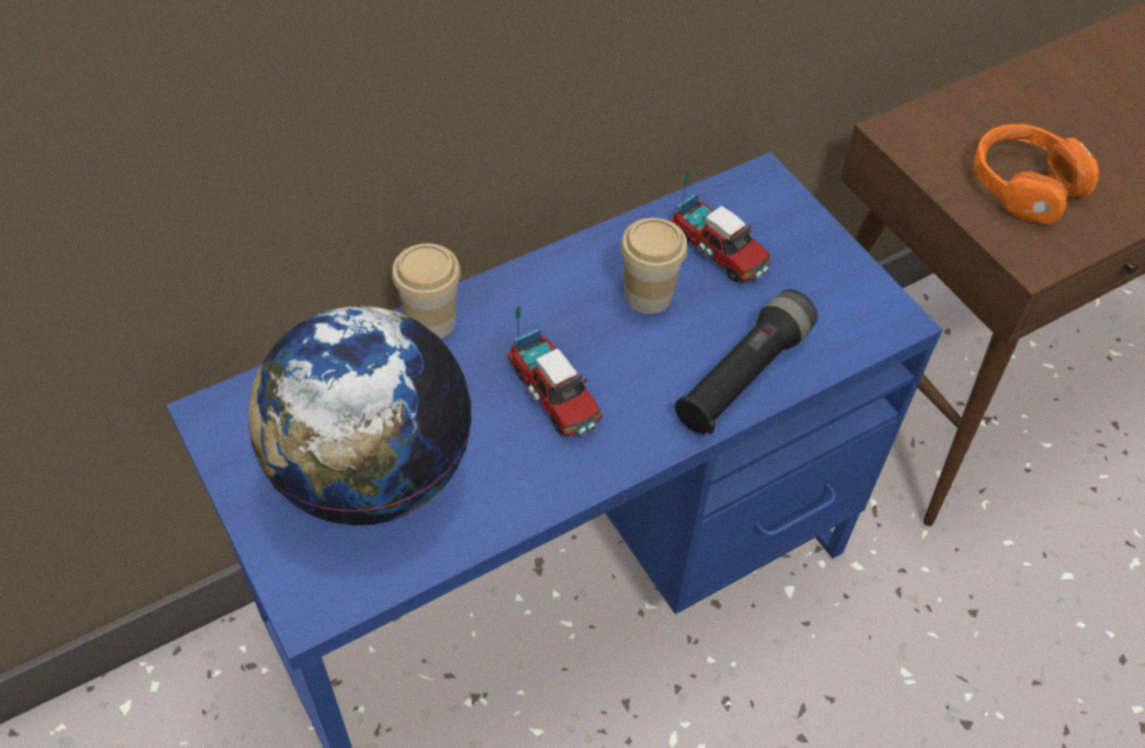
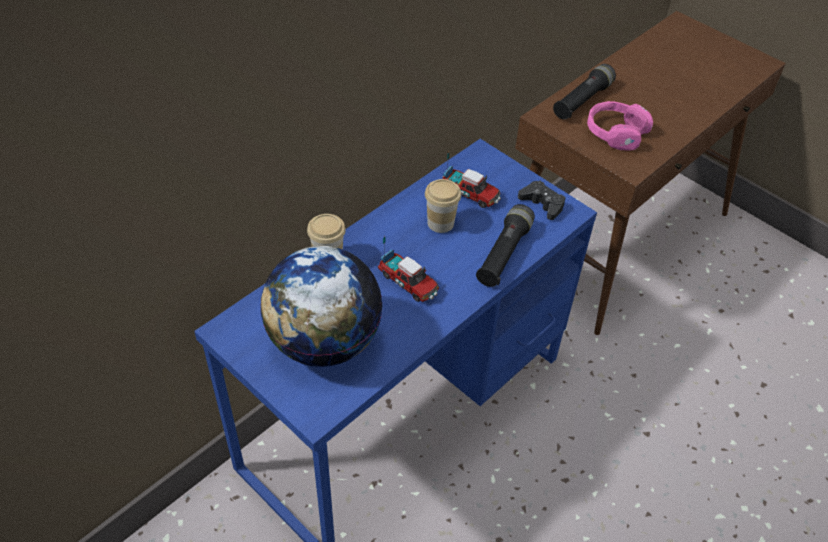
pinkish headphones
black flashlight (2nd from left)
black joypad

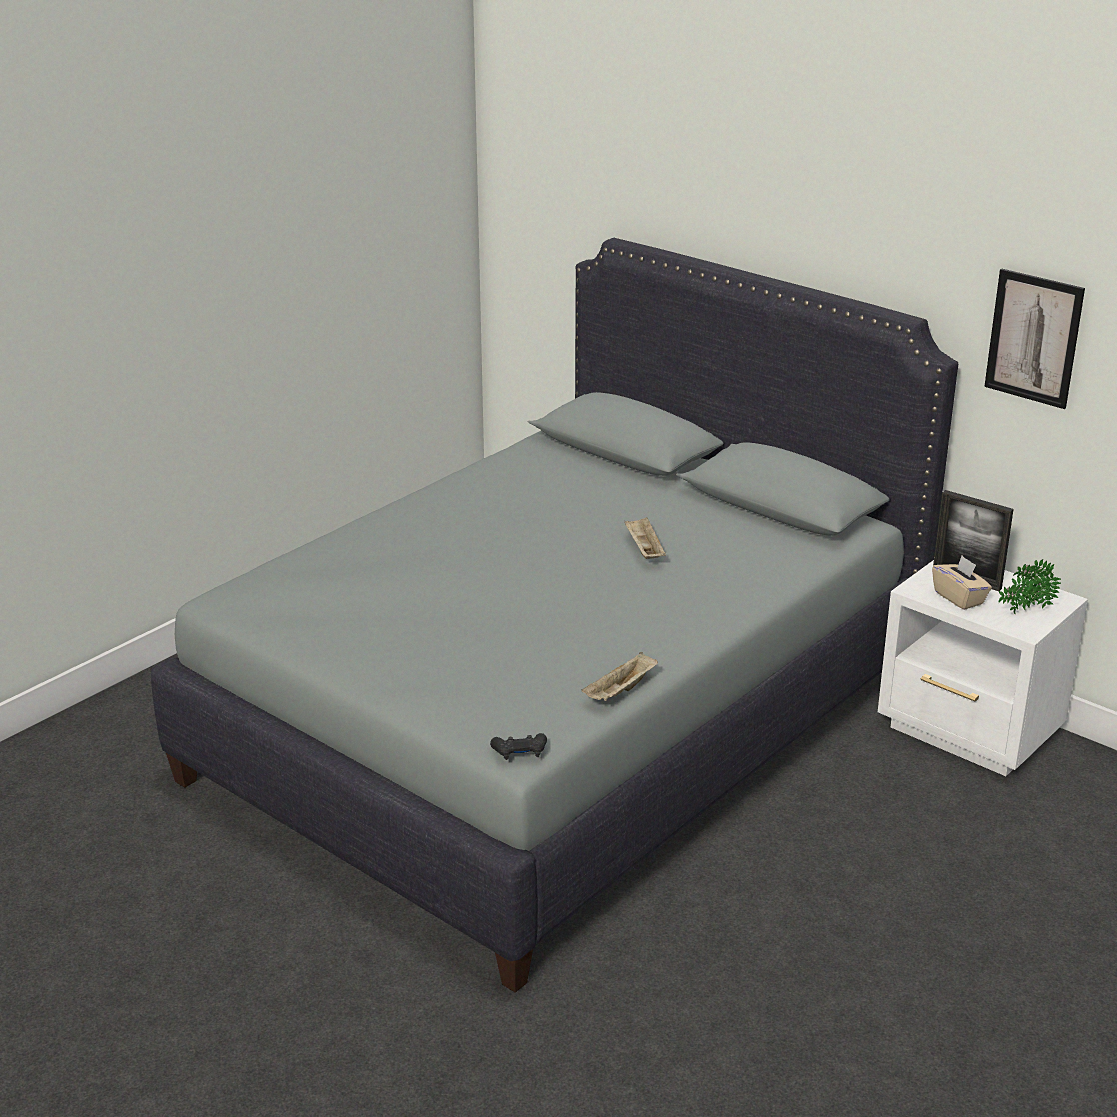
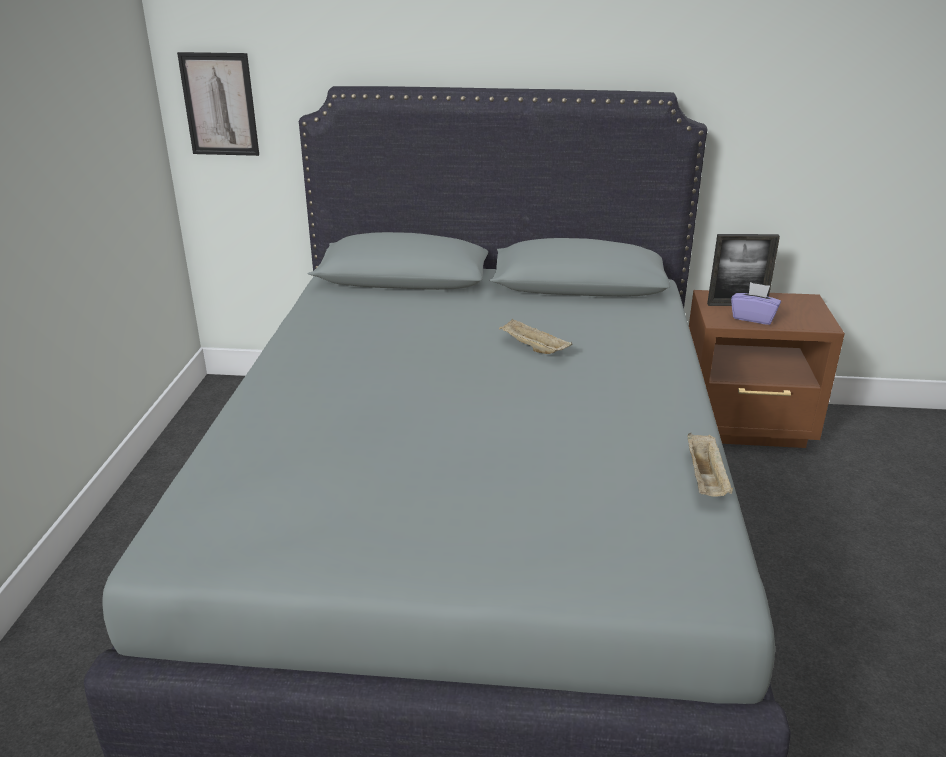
wall art
purple tissue box
plant in a pot
brown nightstand
black joypad

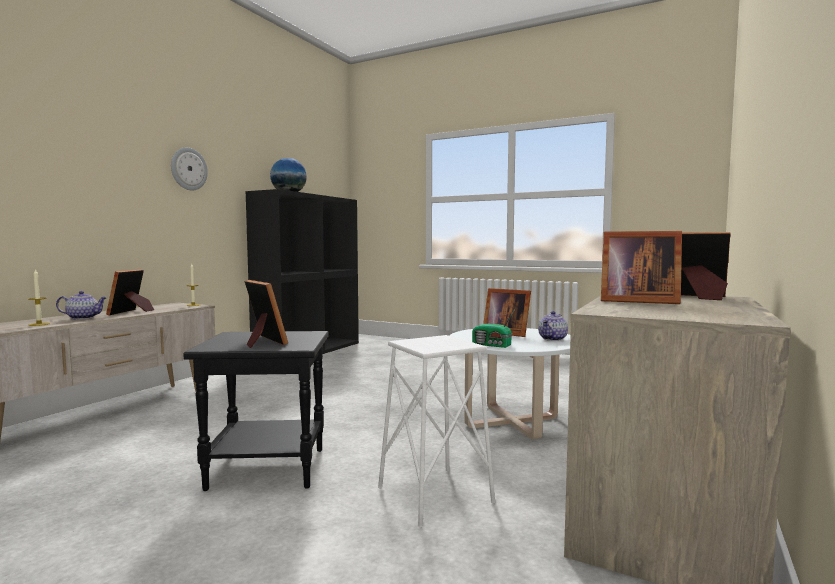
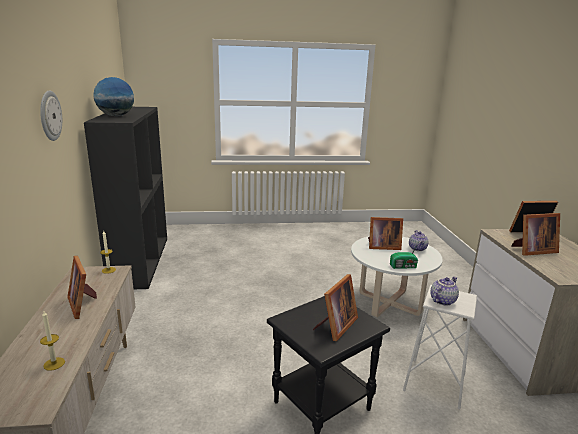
standing frame (2nd from left)
teapot (2nd from left)

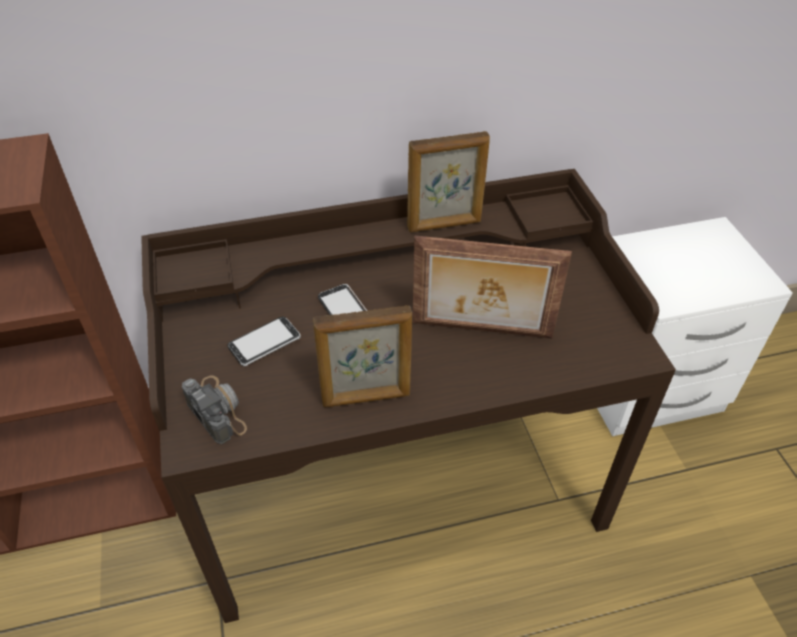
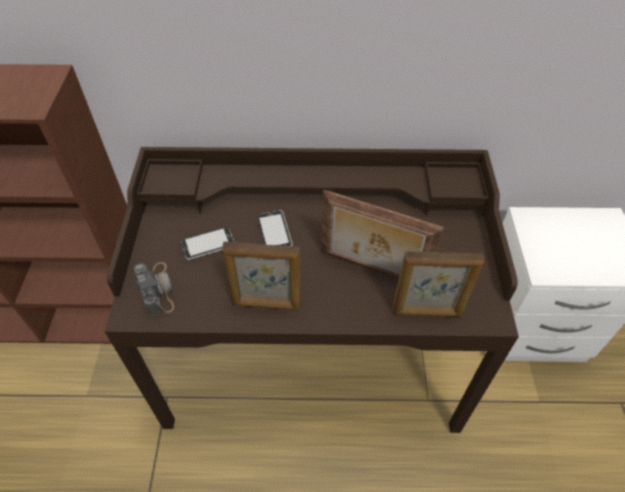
standing frame (3rd from left)

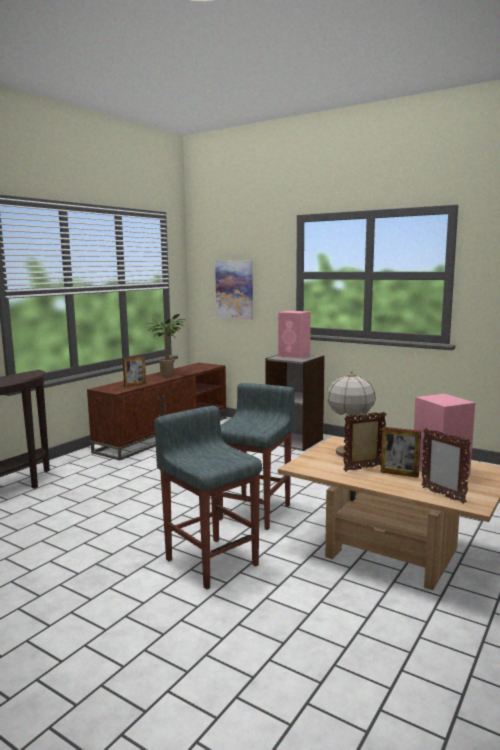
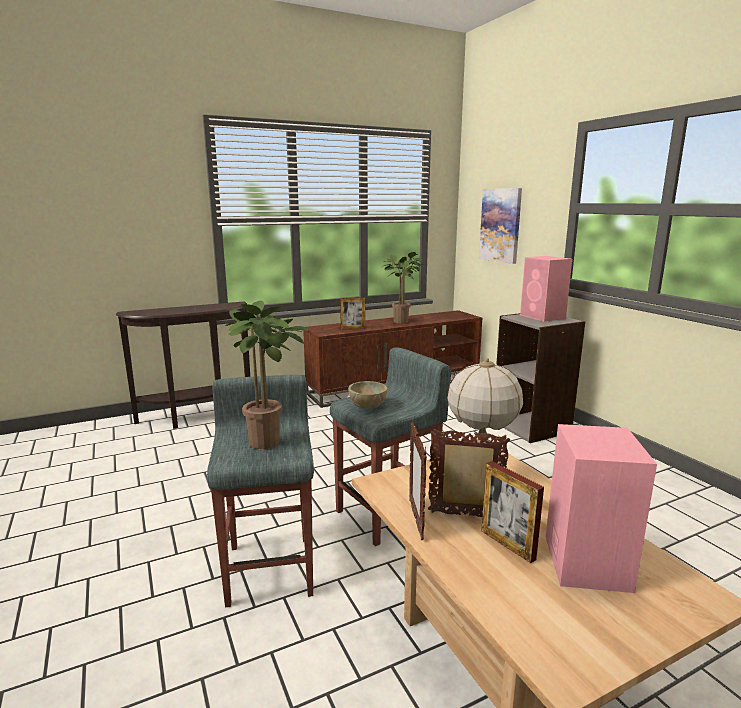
standing frame (2nd from left)
plant in a pot (1st from left)
sand-coloured deep dish

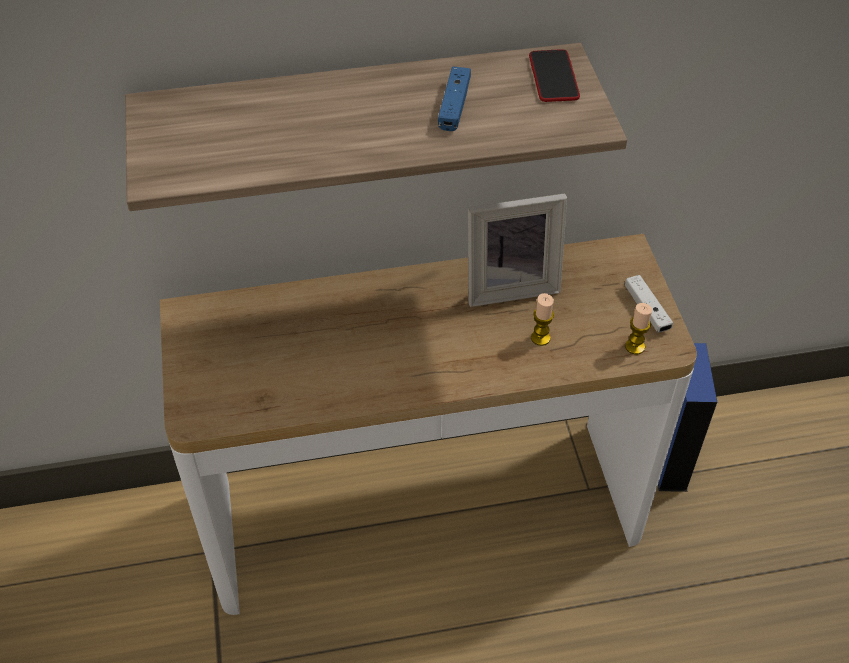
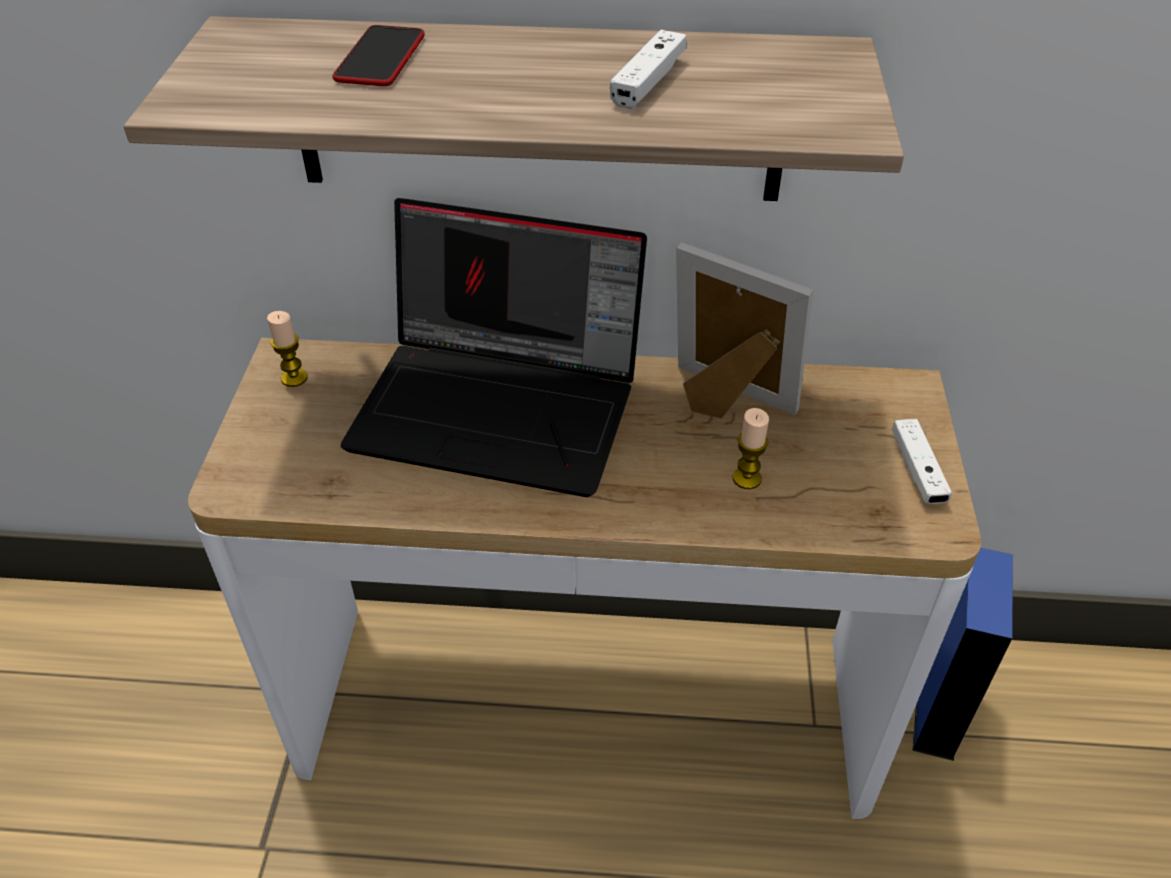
handset
white joypad (1st from left)
standing frame
candle (1st from left)
portable computer

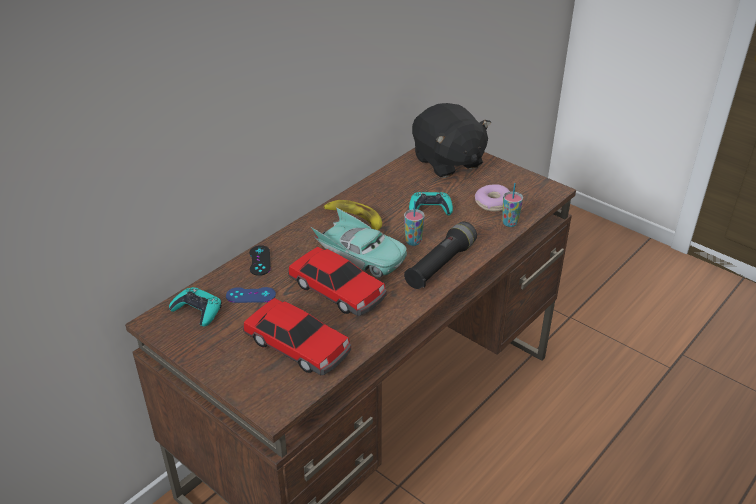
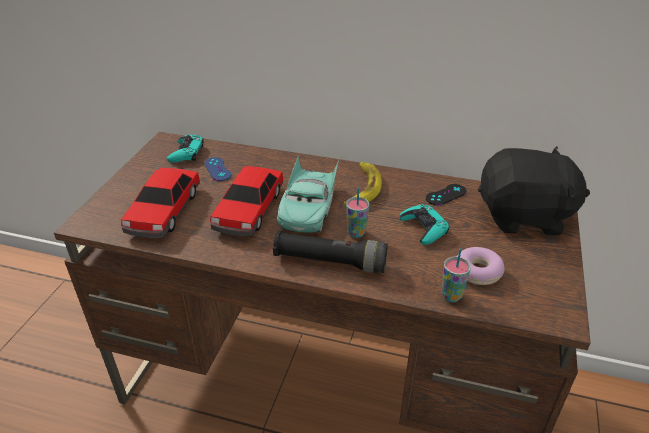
black cuddly toy
black joypad

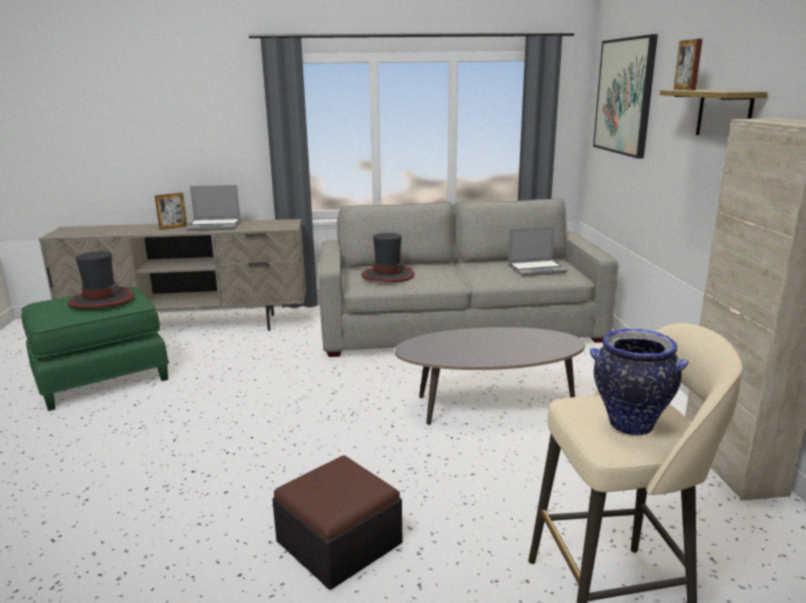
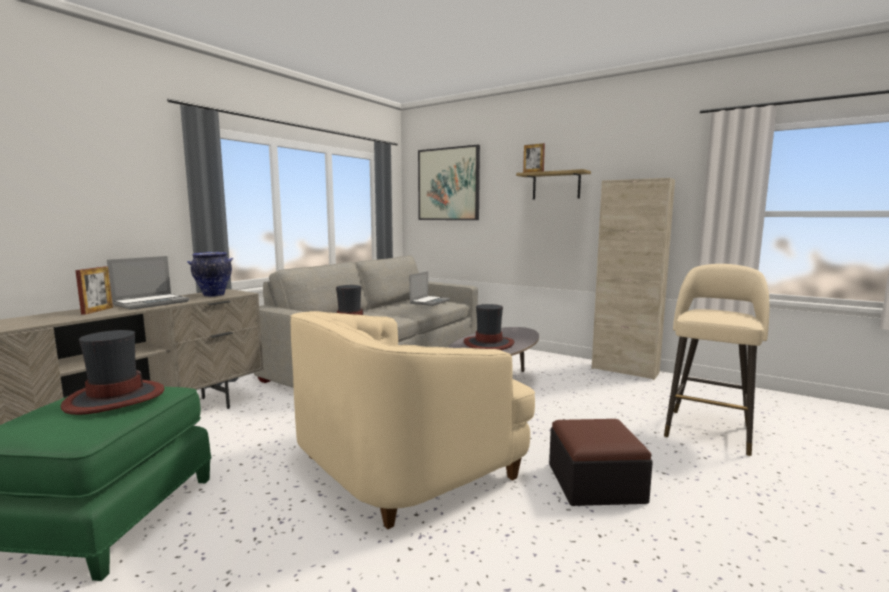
flower vase
clothing hat (3rd from left)
sand-coloured armchair

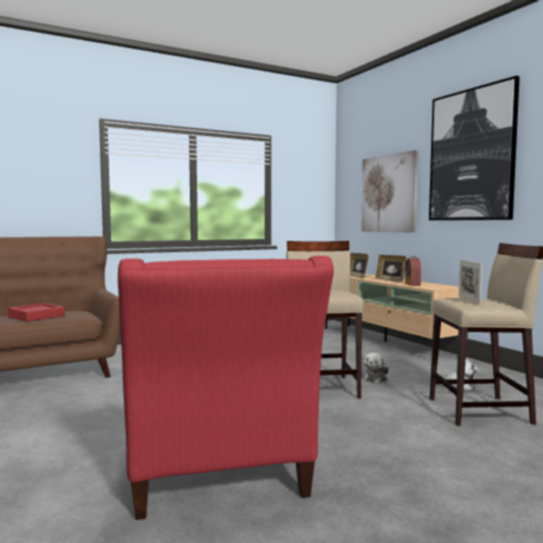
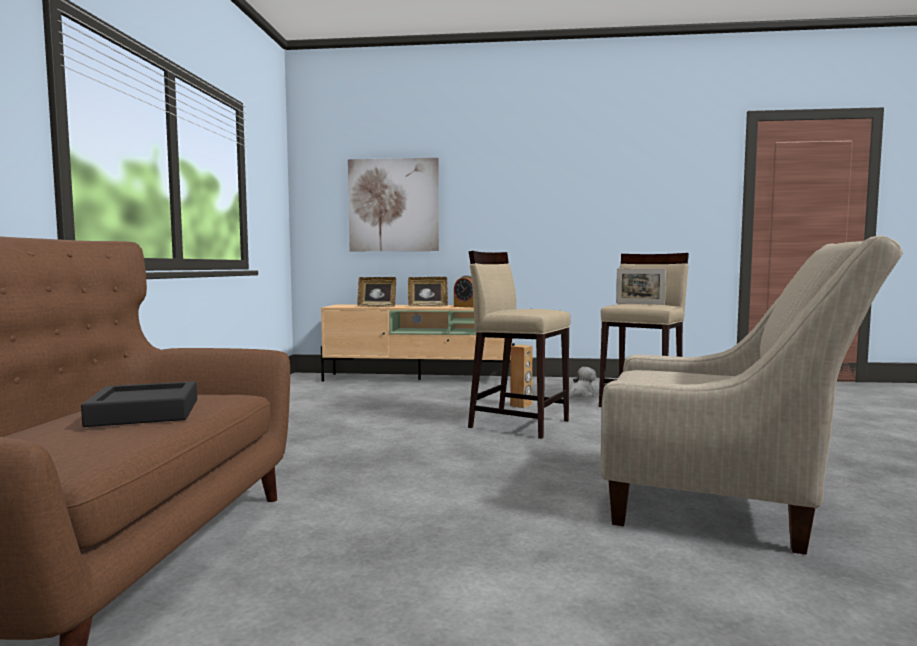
wall art (2nd from left in the first image)
sand-coloured armchair
black tray
brown loudspeaker

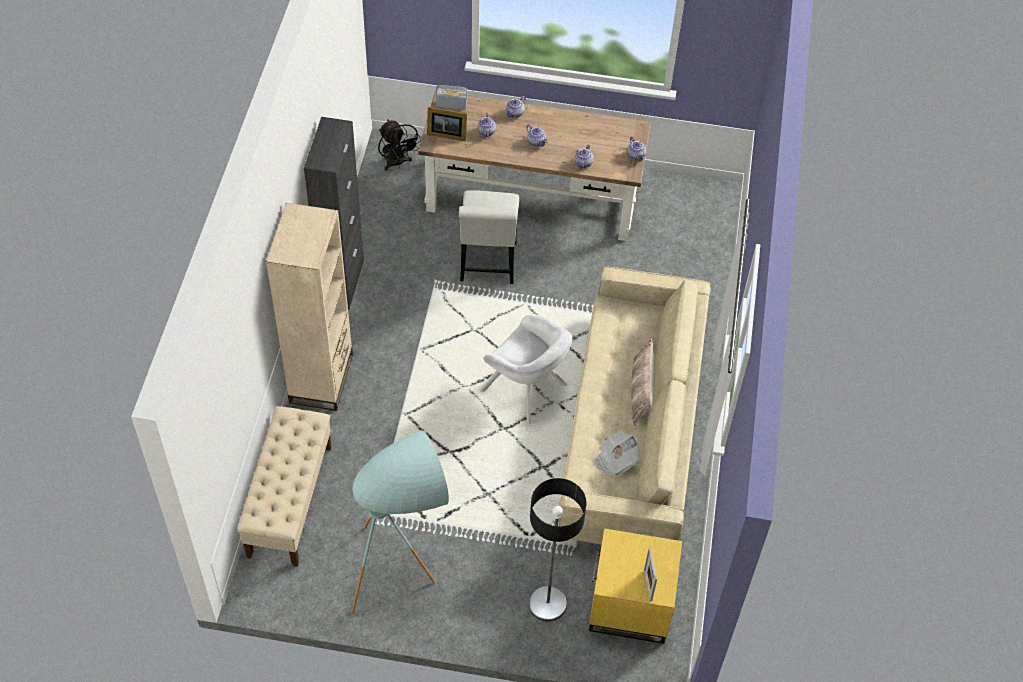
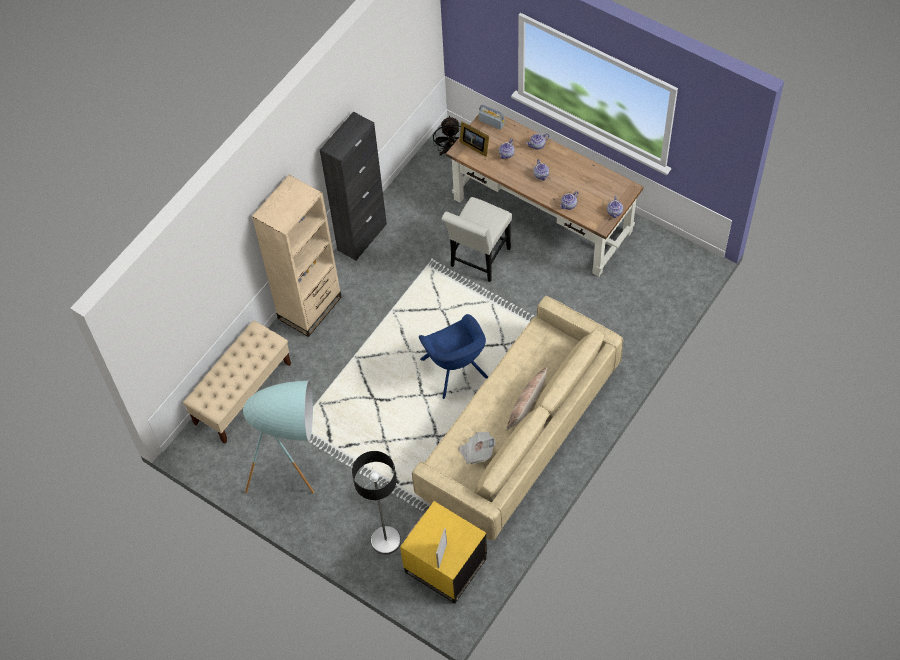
blue armchair

